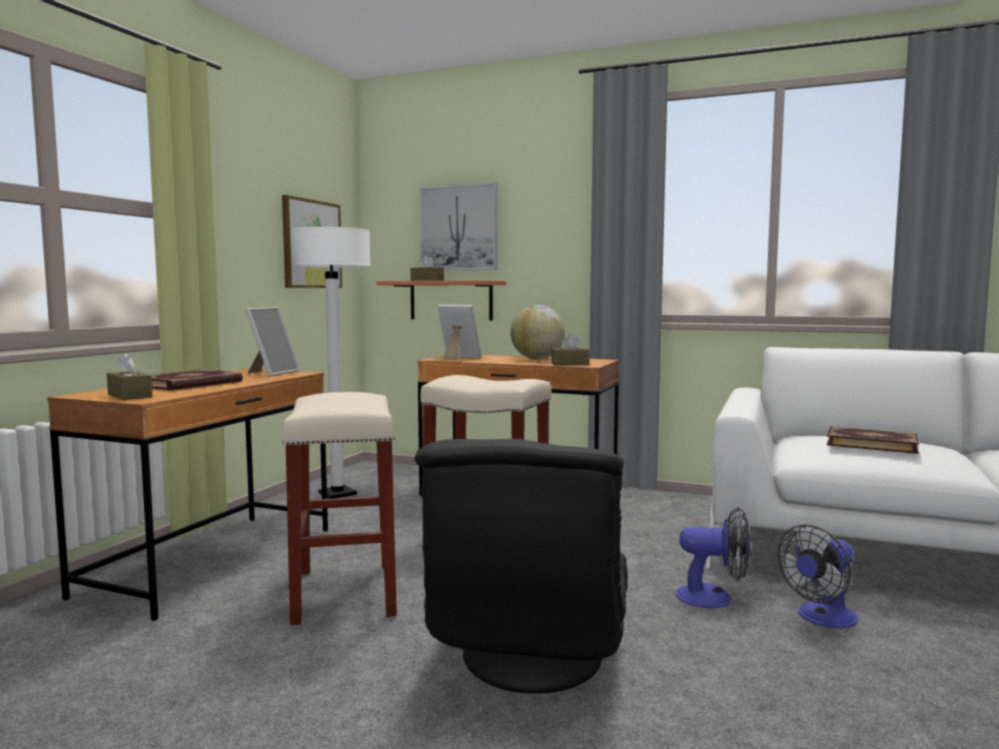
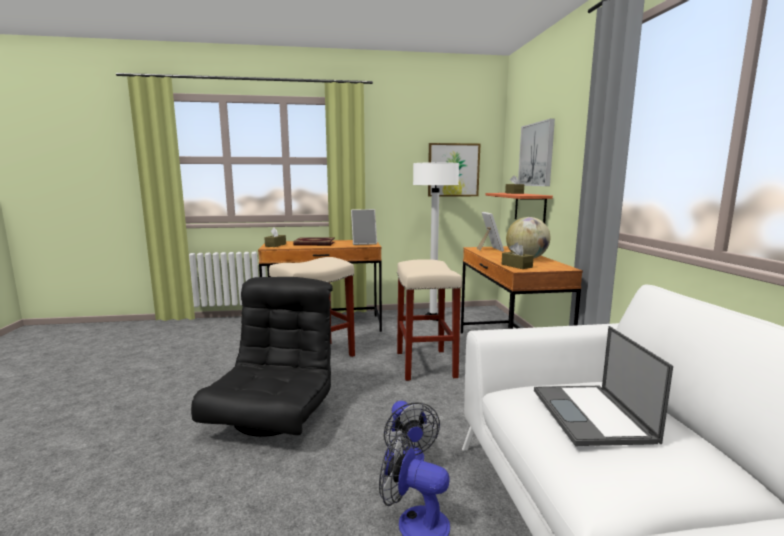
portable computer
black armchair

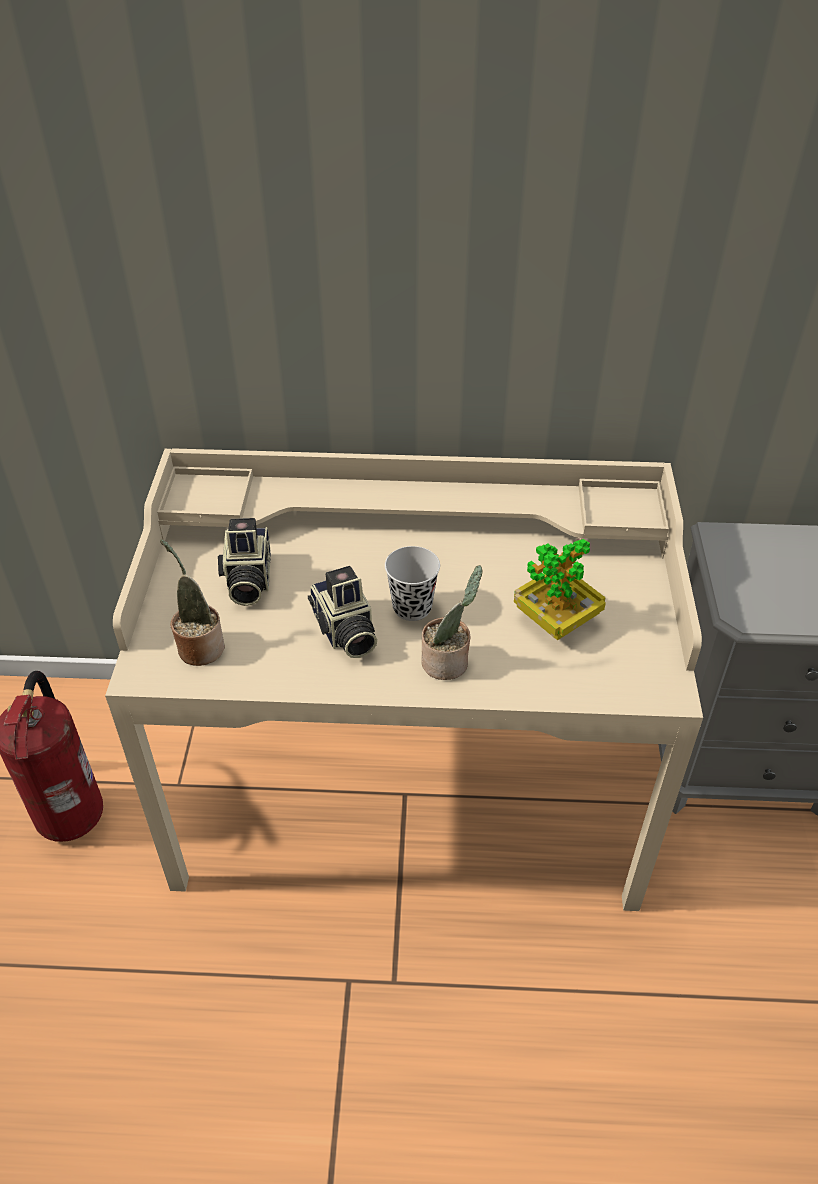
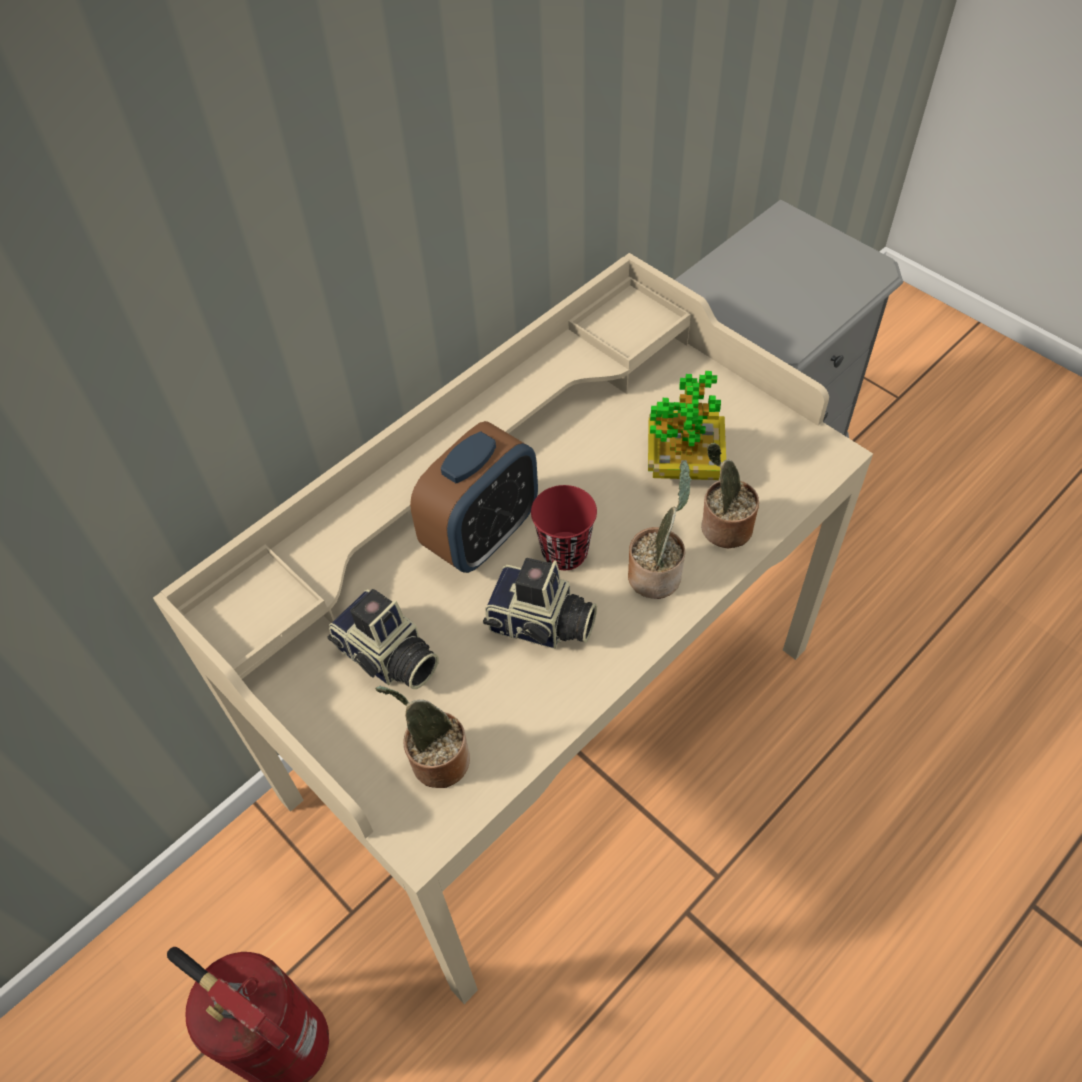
reddish small cup
table clock
plant in a pot (4th from left)

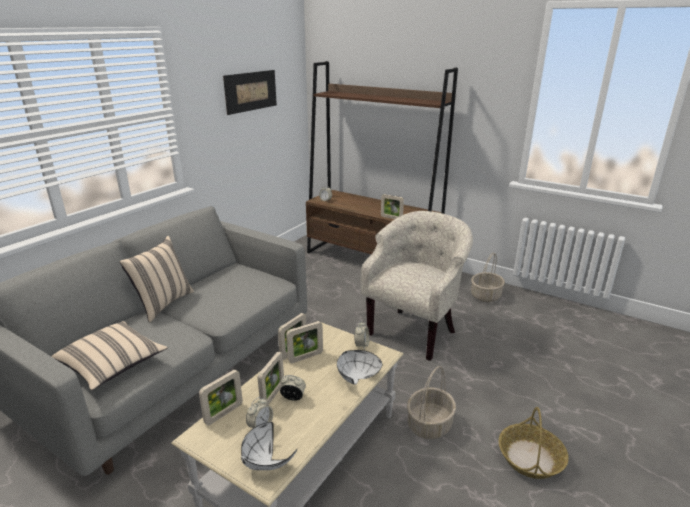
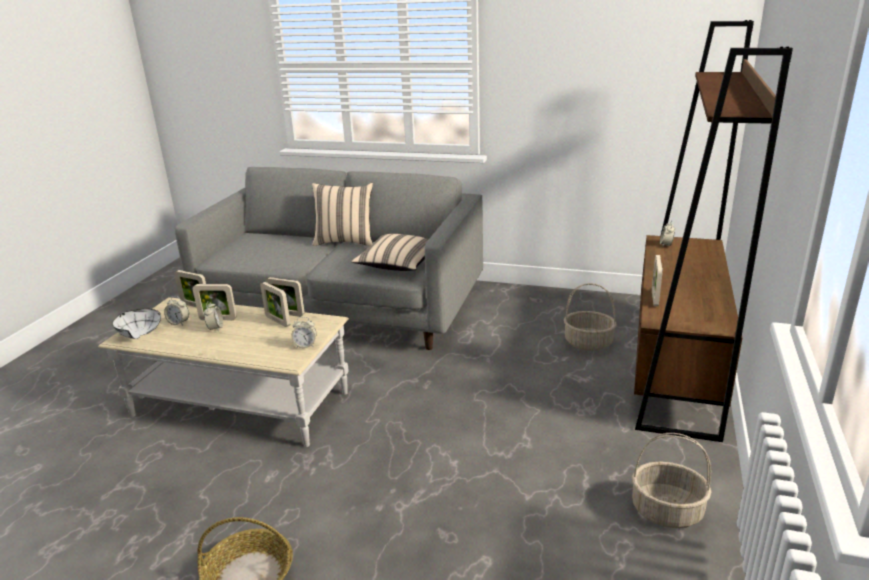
wall art
sand-coloured armchair
sand-coloured throw pillow (2nd from left)
white deep dish (2nd from left in the first image)
storage basket (2nd from left)

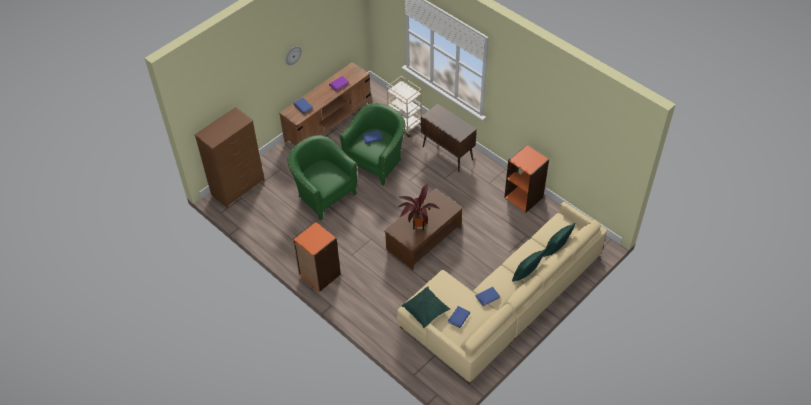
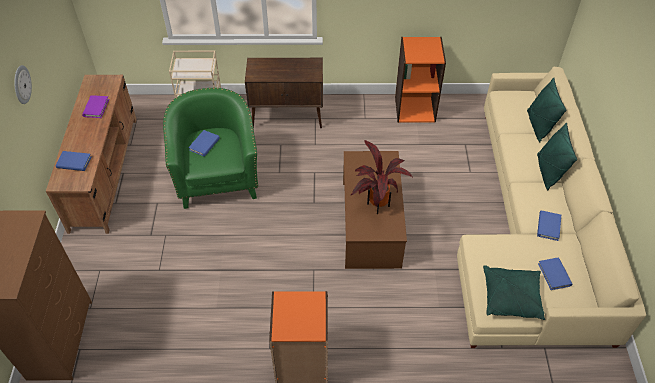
greenish armchair (1st from left in the first image)

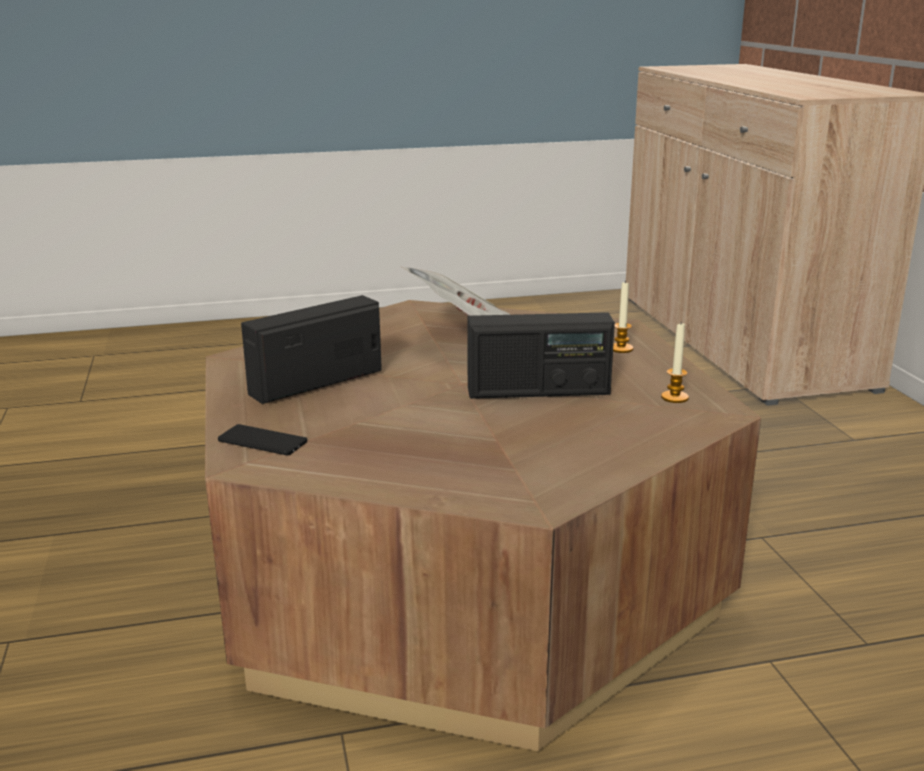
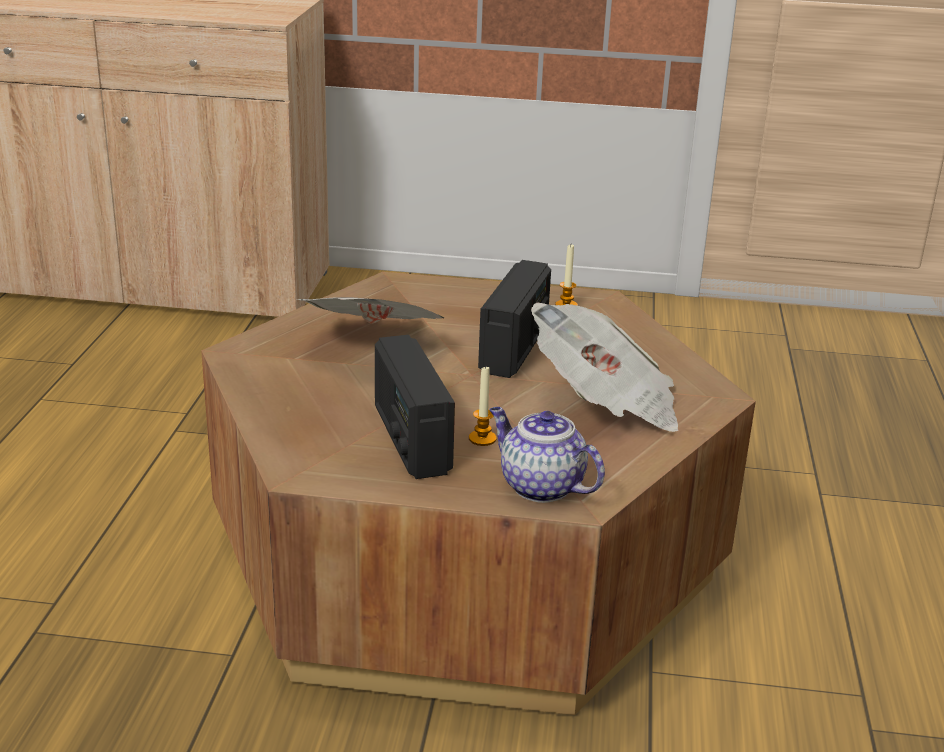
candle (1st from left)
teapot
daily paper (2nd from left)

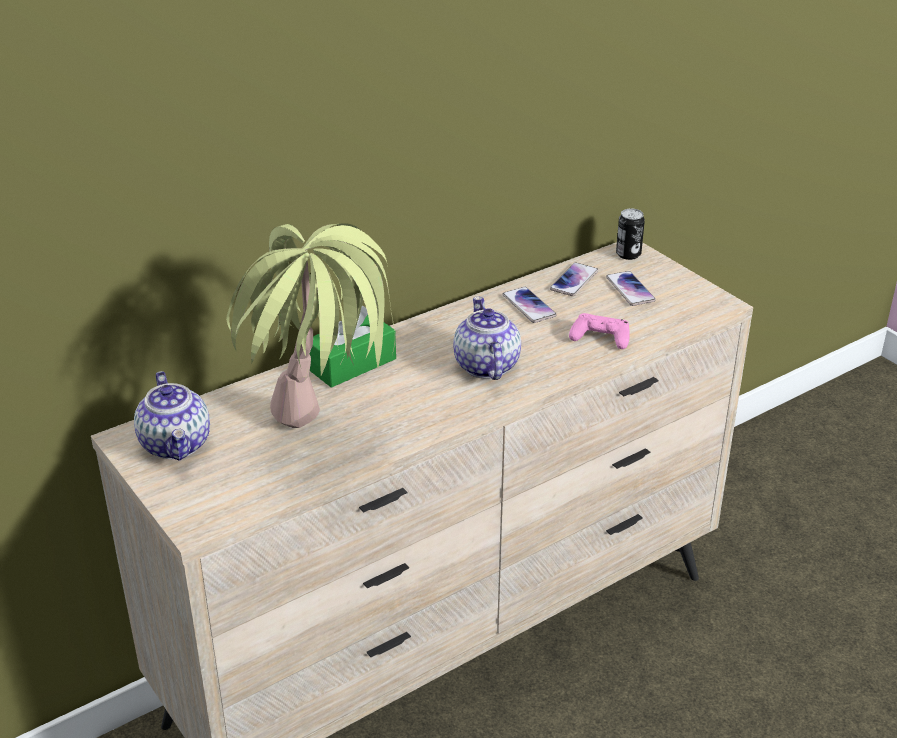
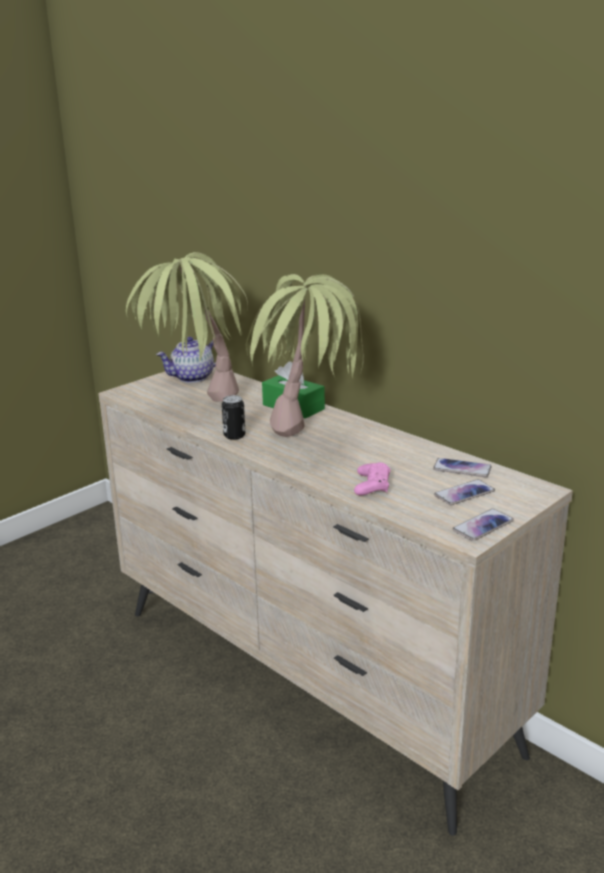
metal can
handset (3rd from left)
plant in a pot (2nd from left)

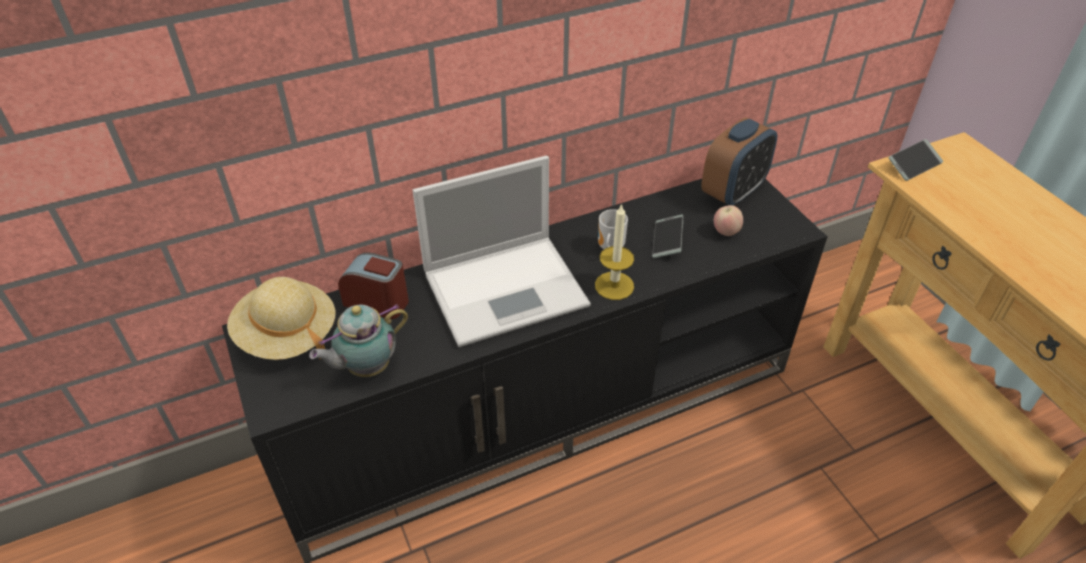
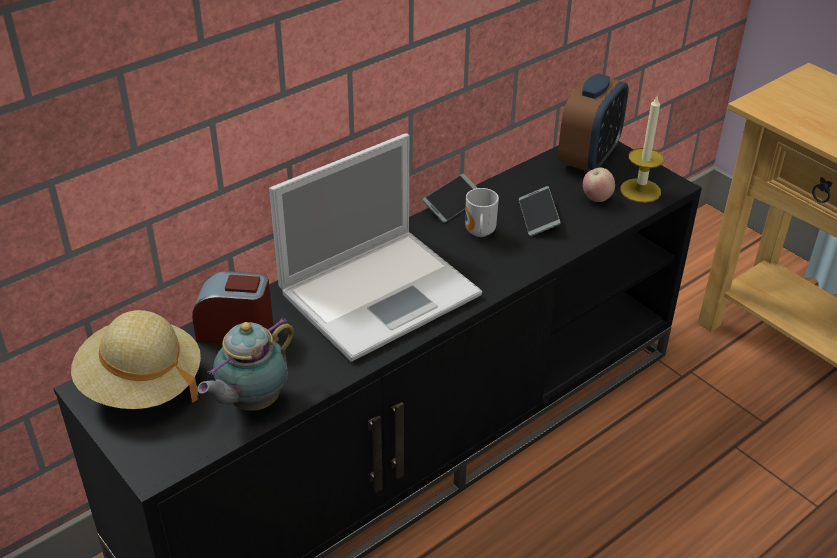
handset (1st from left)
candle

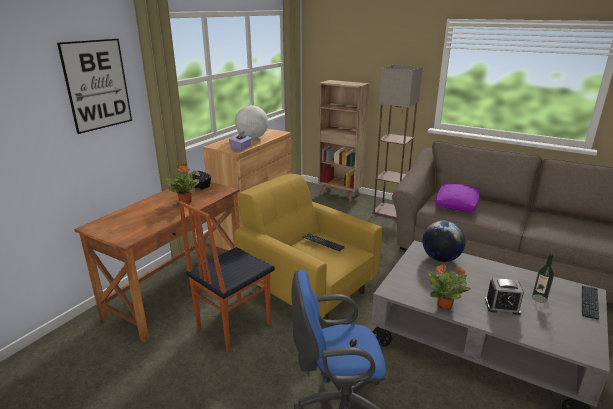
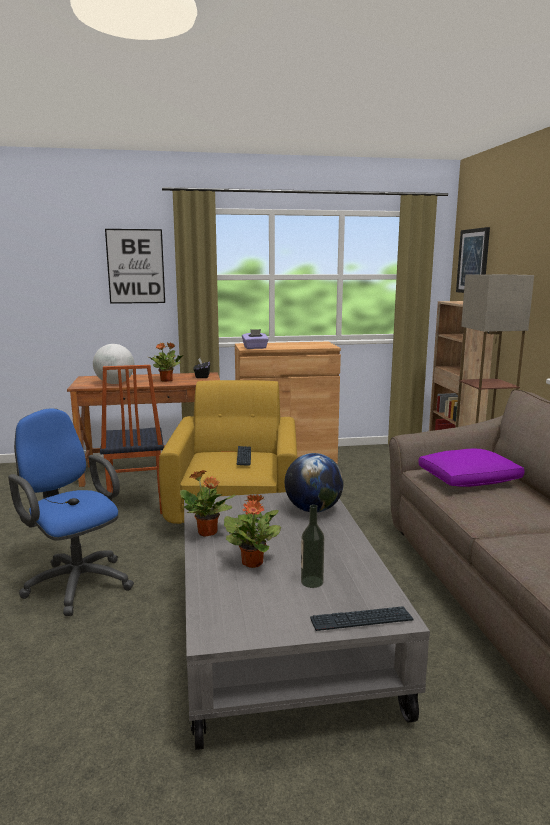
globe (1st from left)
chair
plant in a pot (3rd from left)
wall art (2nd from left)

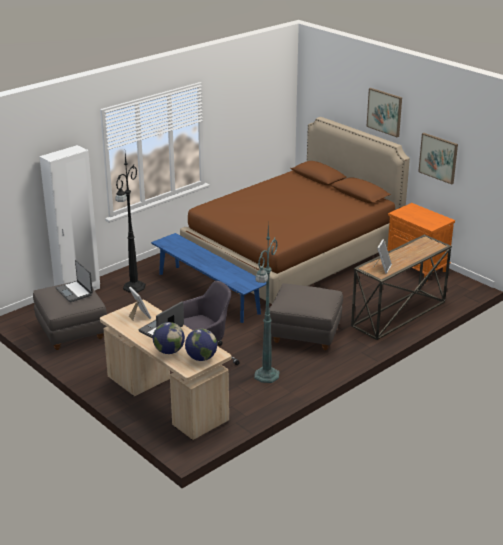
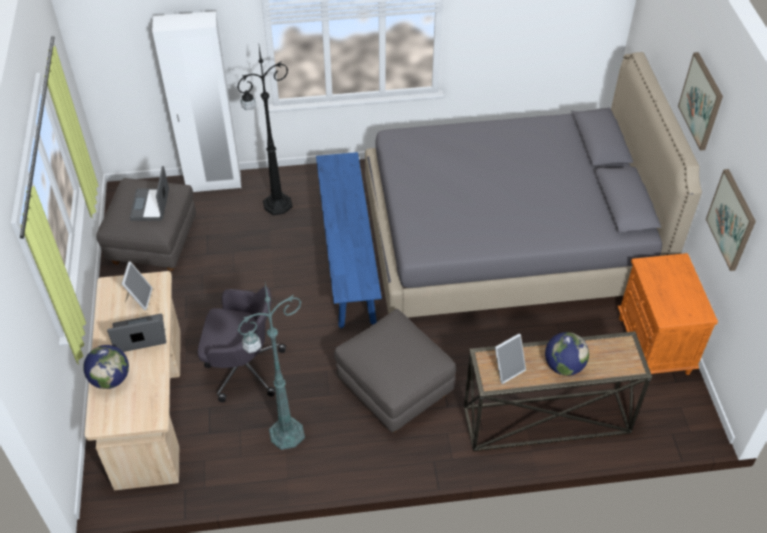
gray sleeping bed
globe (2nd from left)

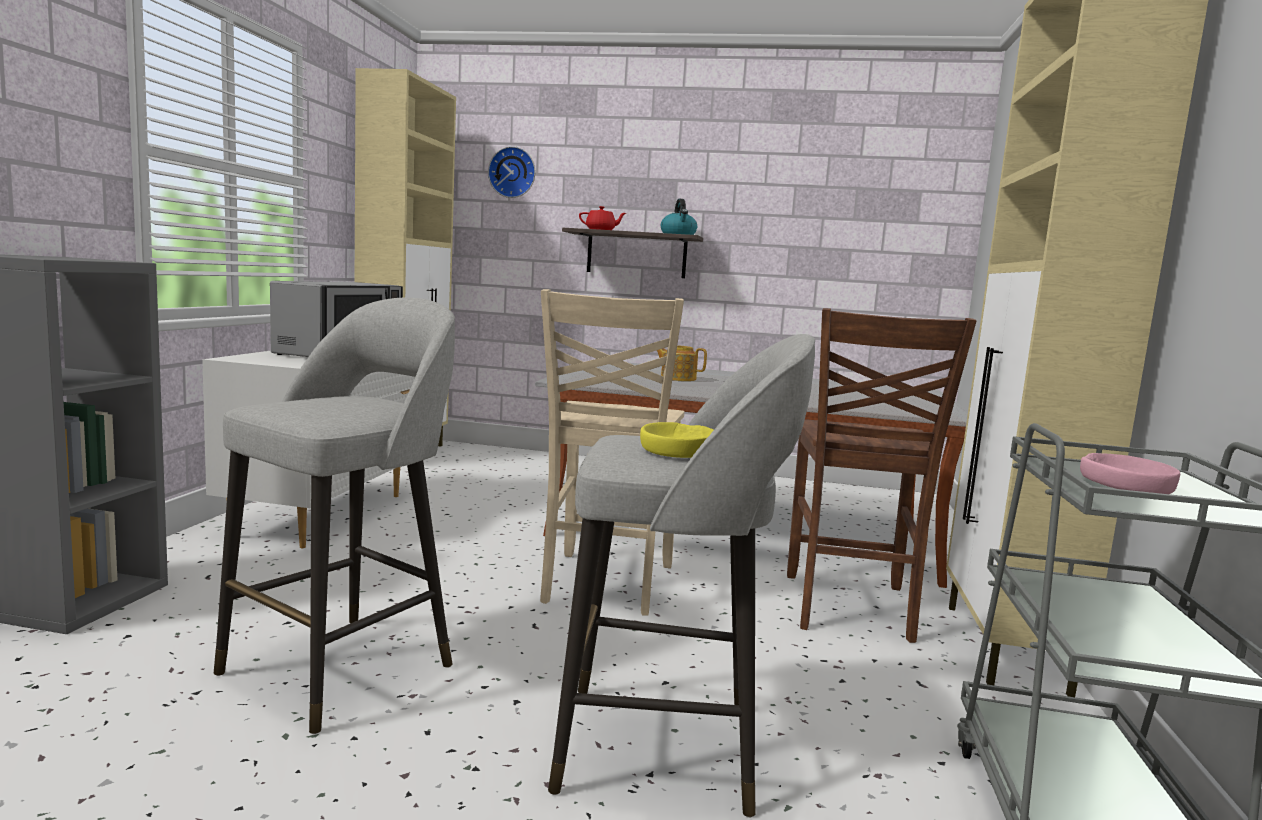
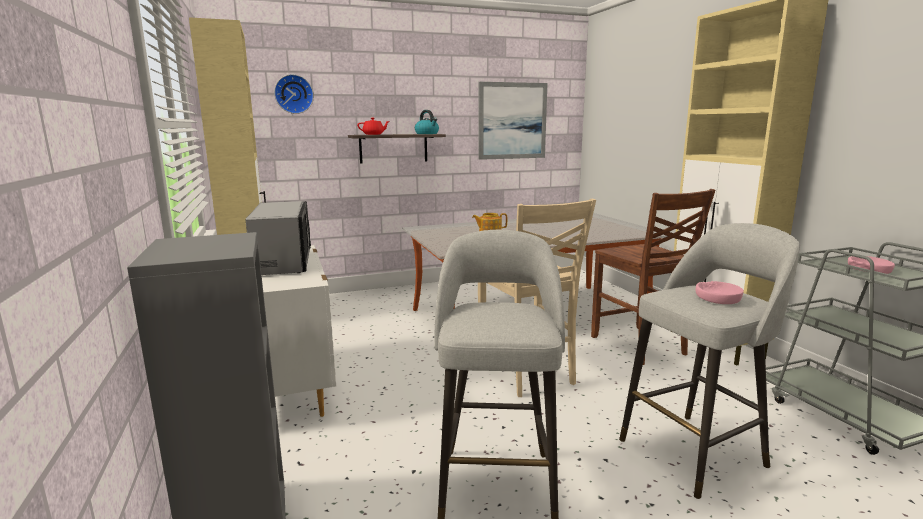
pinkish deep dish (1st from left)
wall art

